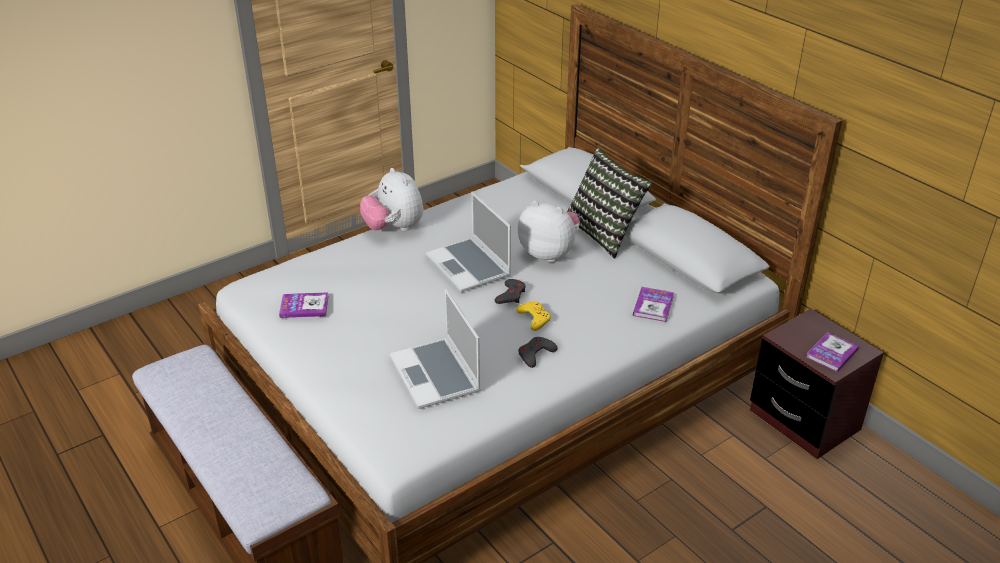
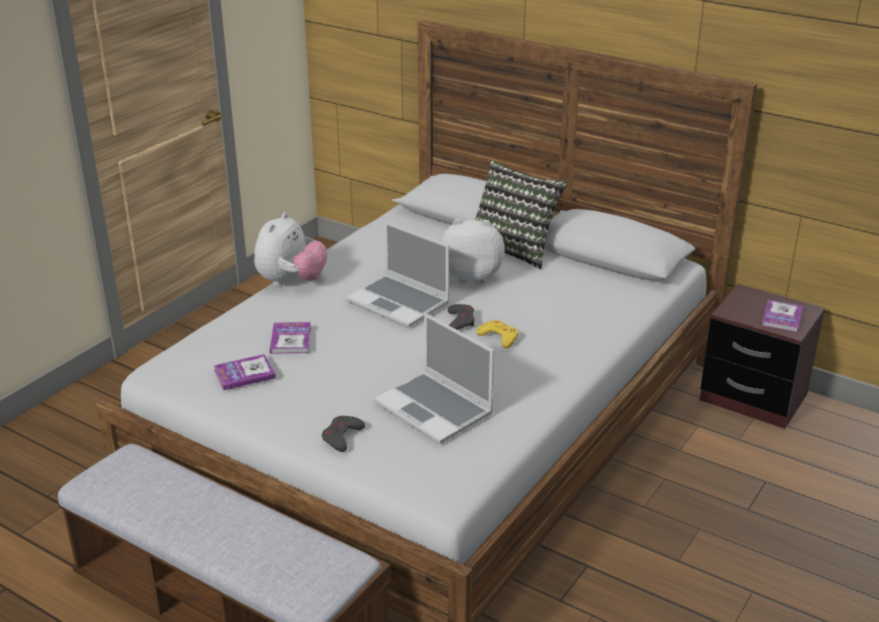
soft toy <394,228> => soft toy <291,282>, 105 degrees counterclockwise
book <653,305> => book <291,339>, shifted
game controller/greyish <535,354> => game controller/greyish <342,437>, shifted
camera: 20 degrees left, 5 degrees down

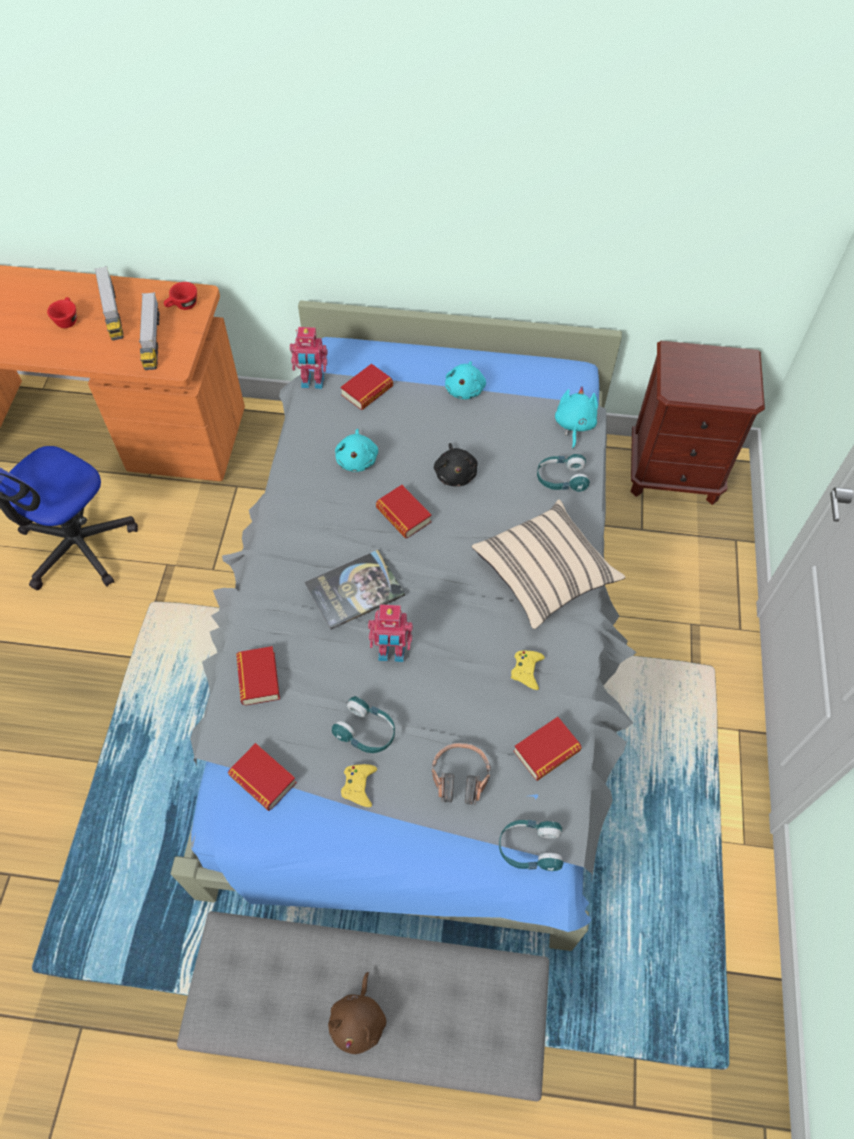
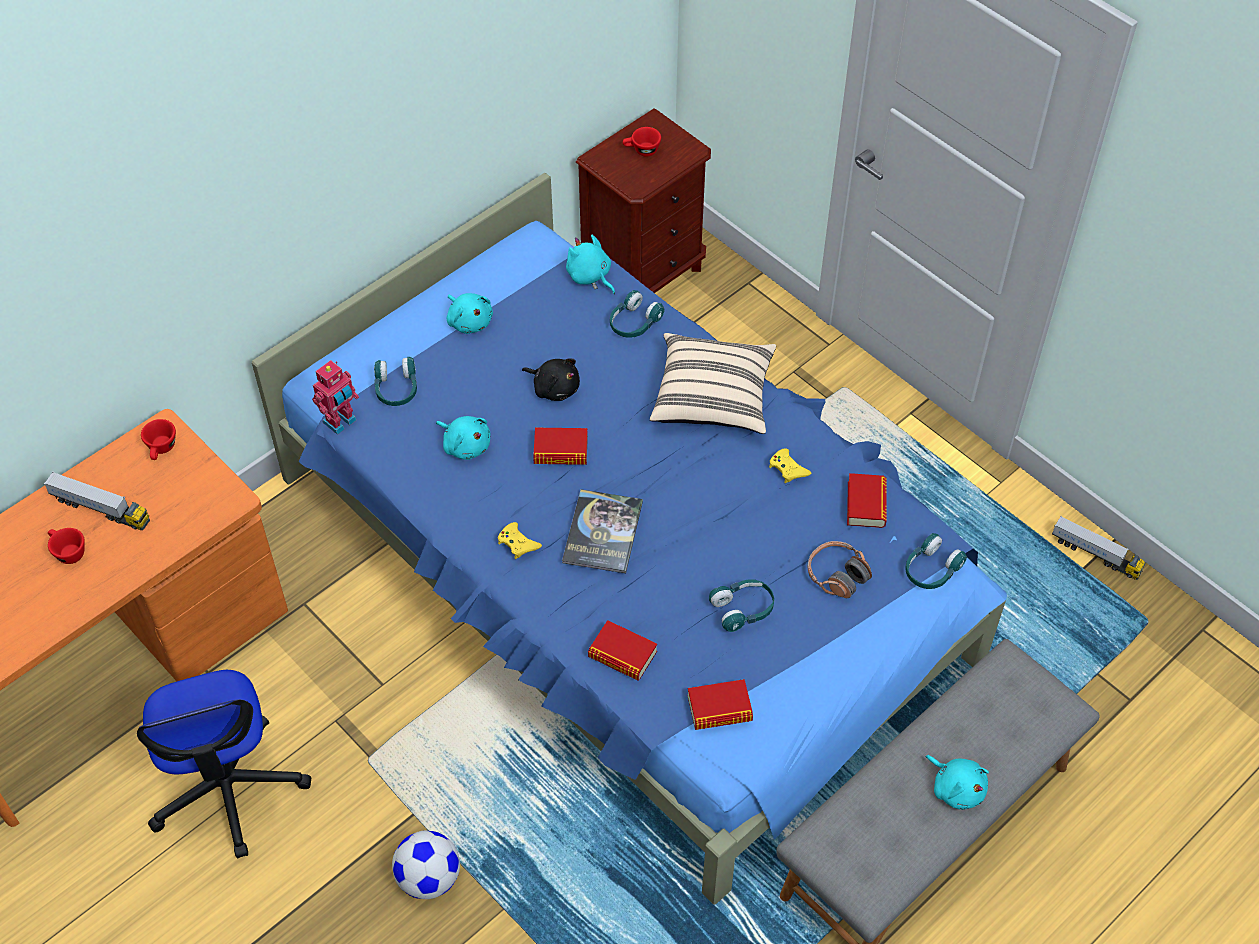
bedroom bed/greyish <423,641> => bedroom bed/blue <627,568>
book <367,391> => pair of headphones/blue-green <396,389>
nothing => football <429,878>
game controller/yellowish <359,786> => game controller/yellowish <518,543>, shifted
nothing => cup/reddish <641,151>
soft toy/brownish <359,1020> => soft toy/blue-green <956,788>
toy lorry <152,339> => toy lorry <1095,555>, shifted
robot figure <391,653> => nothing
camera: 50 degrees left, 5 degrees down

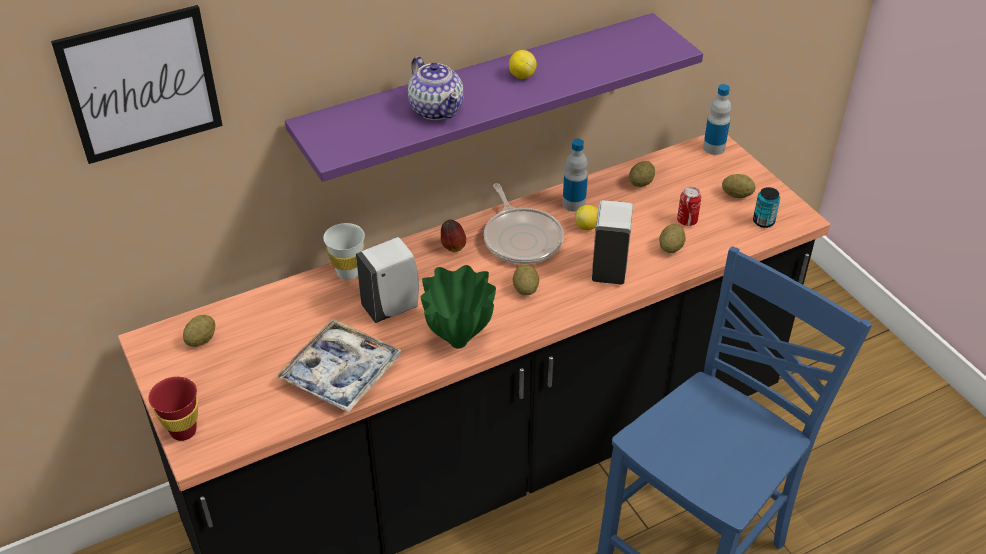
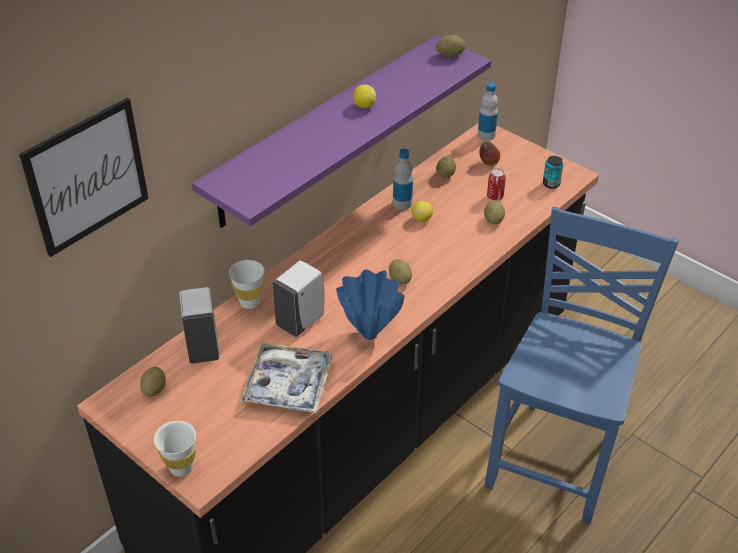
cup/reddish <183,431> => cup/white-coloured <181,468>
soap dispenser/white-coloured <609,268> => soap dispenser/white-coloured <203,347>, shifted
flower vase/green-coloured <459,341> => flower vase/blue <370,333>
whole potato <736,195> => whole potato <450,55>, shifted
whole apple <453,248> => whole apple <488,163>, shifted
pot for tea <436,109> => nothing
frying pan <522,238> => nothing
camera: 20 degrees left, 0 degrees up

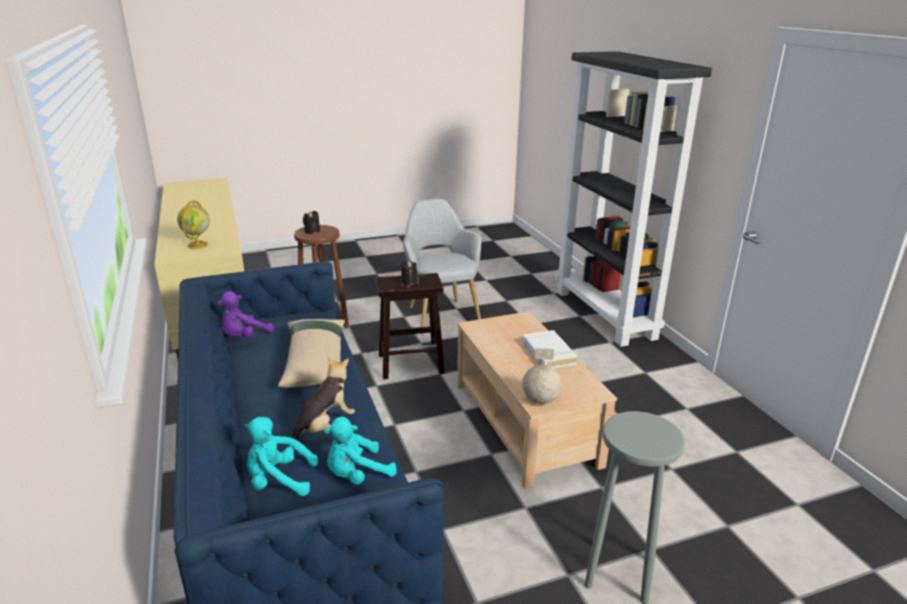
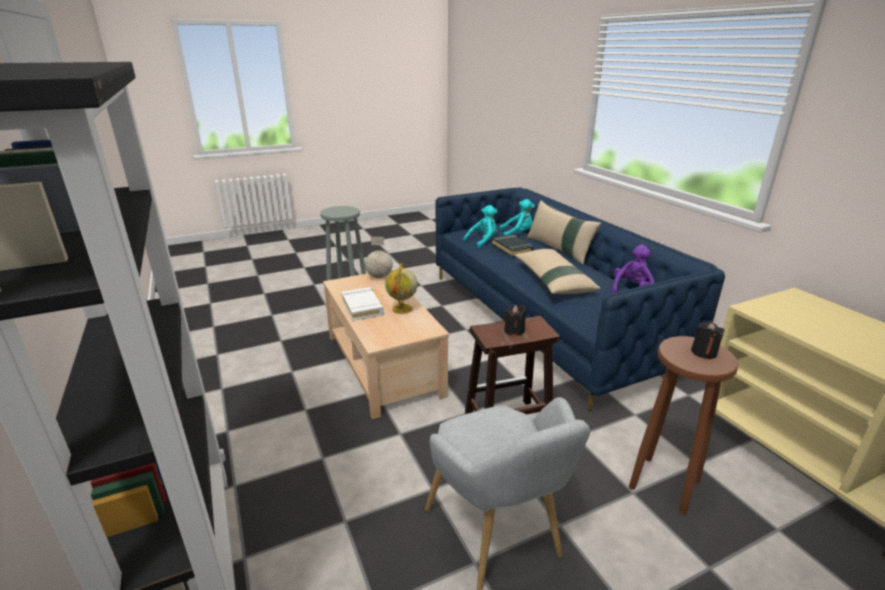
world globe <197,245> => world globe <402,309>, shifted
soft toy <324,427> => book/black-coloured <512,248>
nothing => pillow/sand-coloured <559,249>
camera: 175 degrees right, 0 degrees up

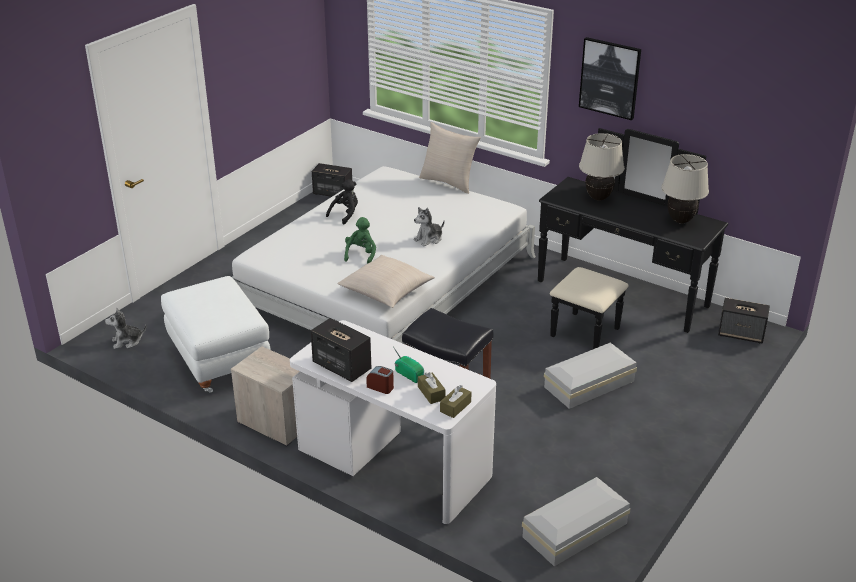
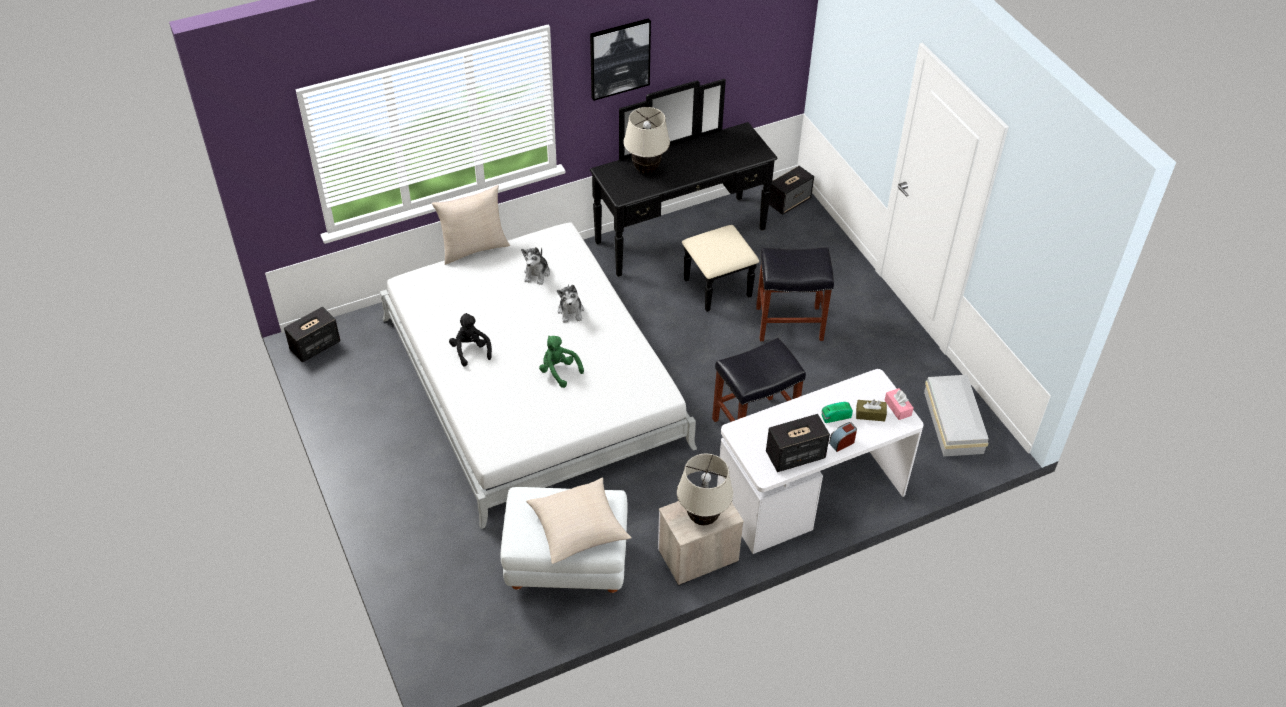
soft toy <127,341> => soft toy <537,274>, shifted
pillow/sand-coloured <386,291> => pillow/sand-coloured <578,528>, shifted
lamp for a table/sand-coloured <680,220> => lamp for a table/sand-coloured <702,518>, shifted
storage box/white-coloured <587,384> => stool seat/black-coloured <788,324>
tissue box/brownish <455,407> => tissue box/pink <897,408>
camera: 60 degrees left, 15 degrees up

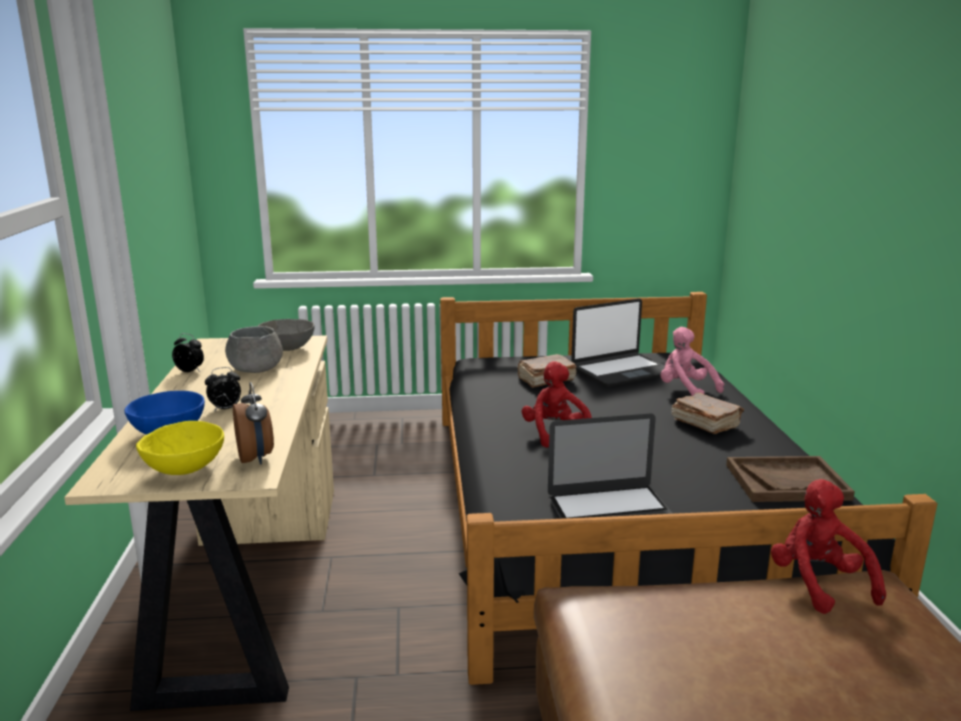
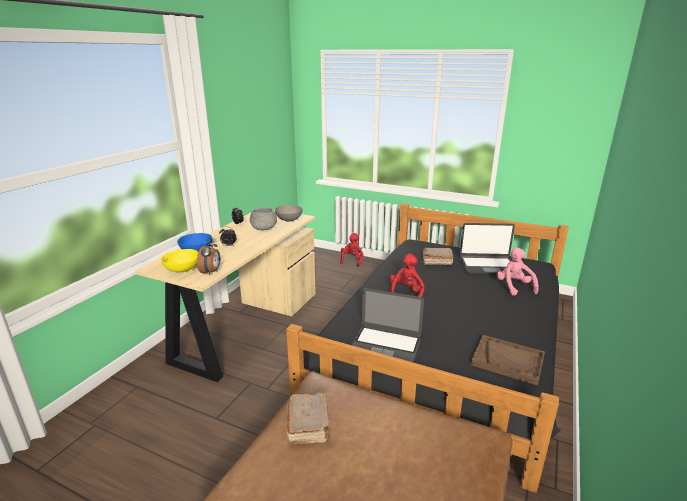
book/brownish <705,423> => book/brownish <309,425>, shifted
soft toy/reddish <818,583> => soft toy/reddish <352,260>, shifted
camera: 30 degrees right, 5 degrees up

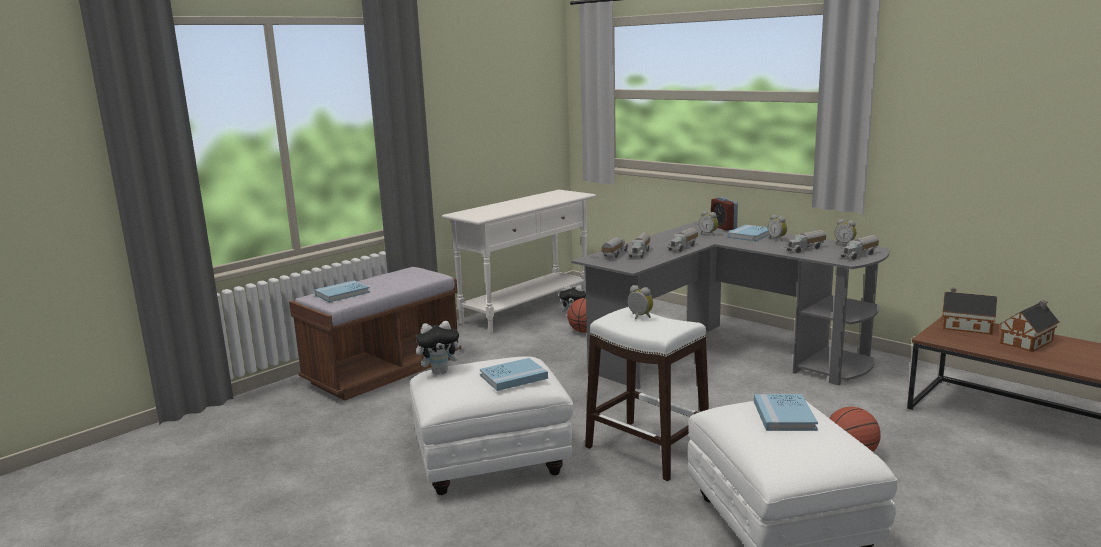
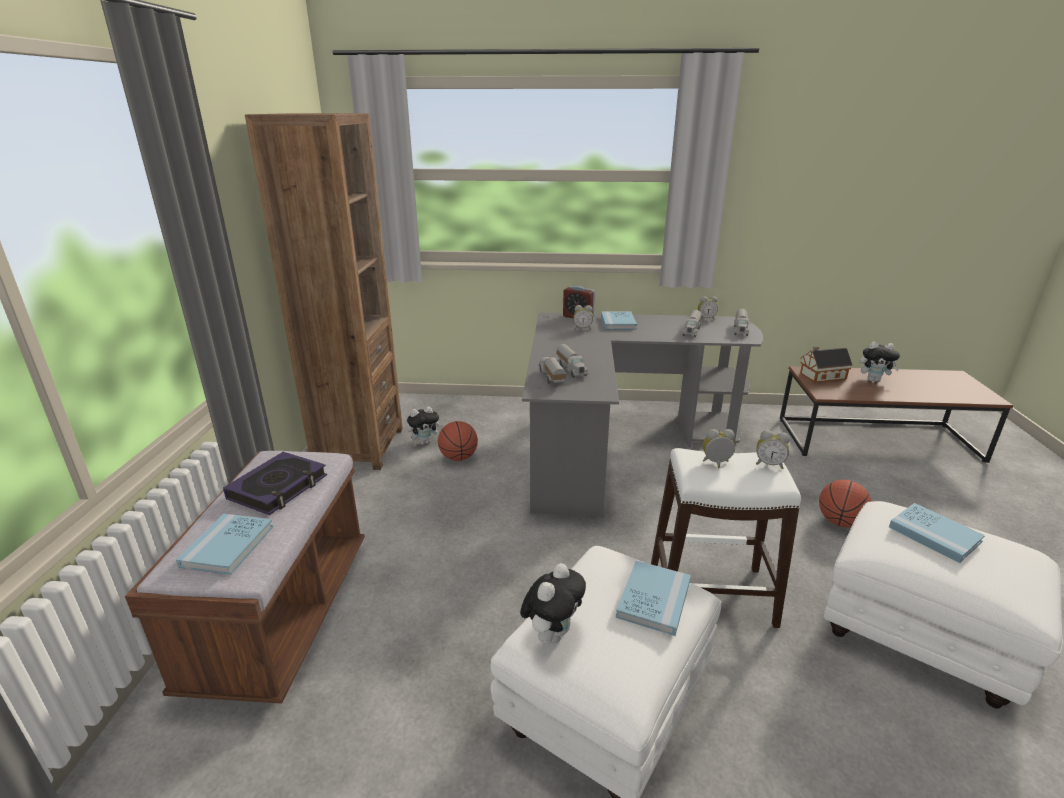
nothing => book <278,488>
narrow table/white-coloured <527,310> => bookcase/brownish <359,447>
table clock <777,239> => table clock <769,464>, shifted
model house <1028,341> => soft toy <873,380>
toy lorry <683,247> => nothing
camera: 40 degrees left, 10 degrees up

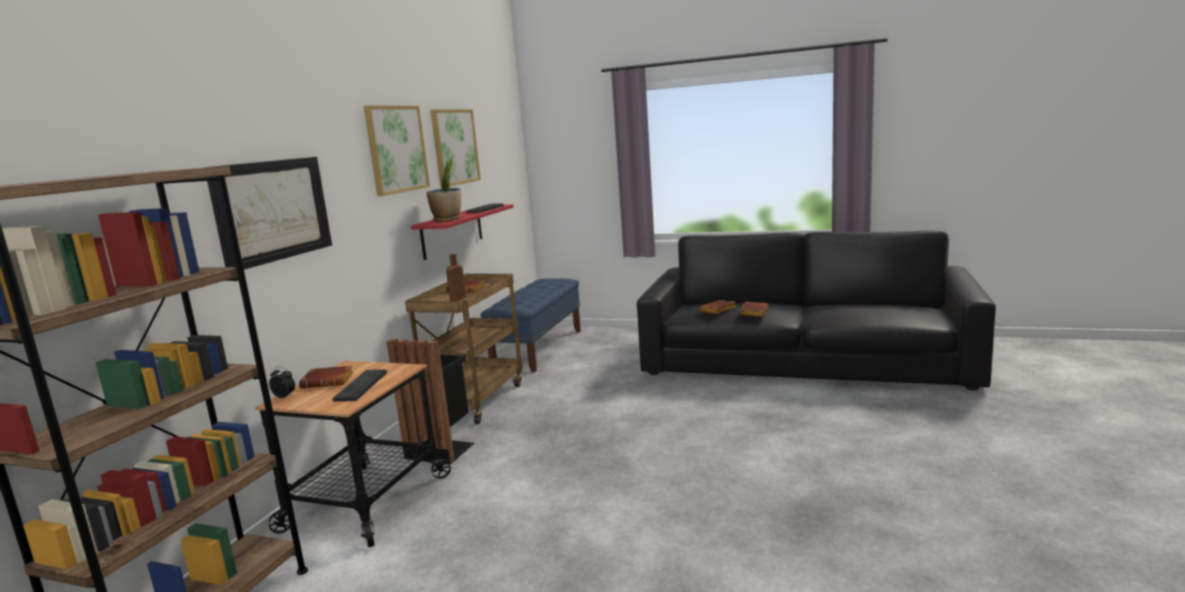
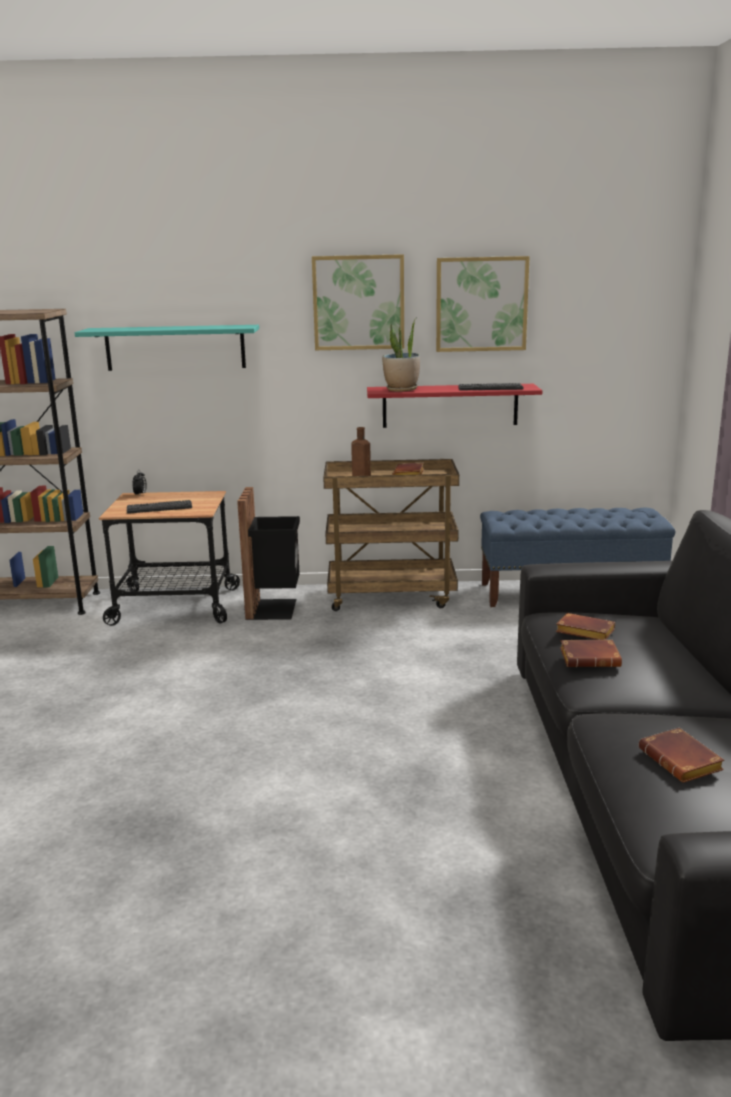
picture <272,210> => bracket shelf/blue-green <175,347>
book/brownish <329,381> => book/brownish <683,762>, shifted
camera: 70 degrees right, 5 degrees up

